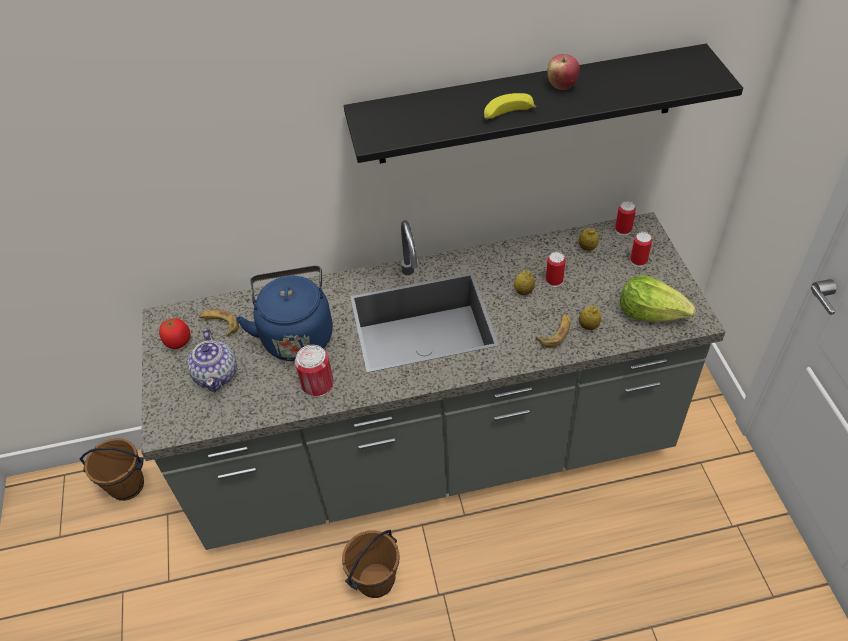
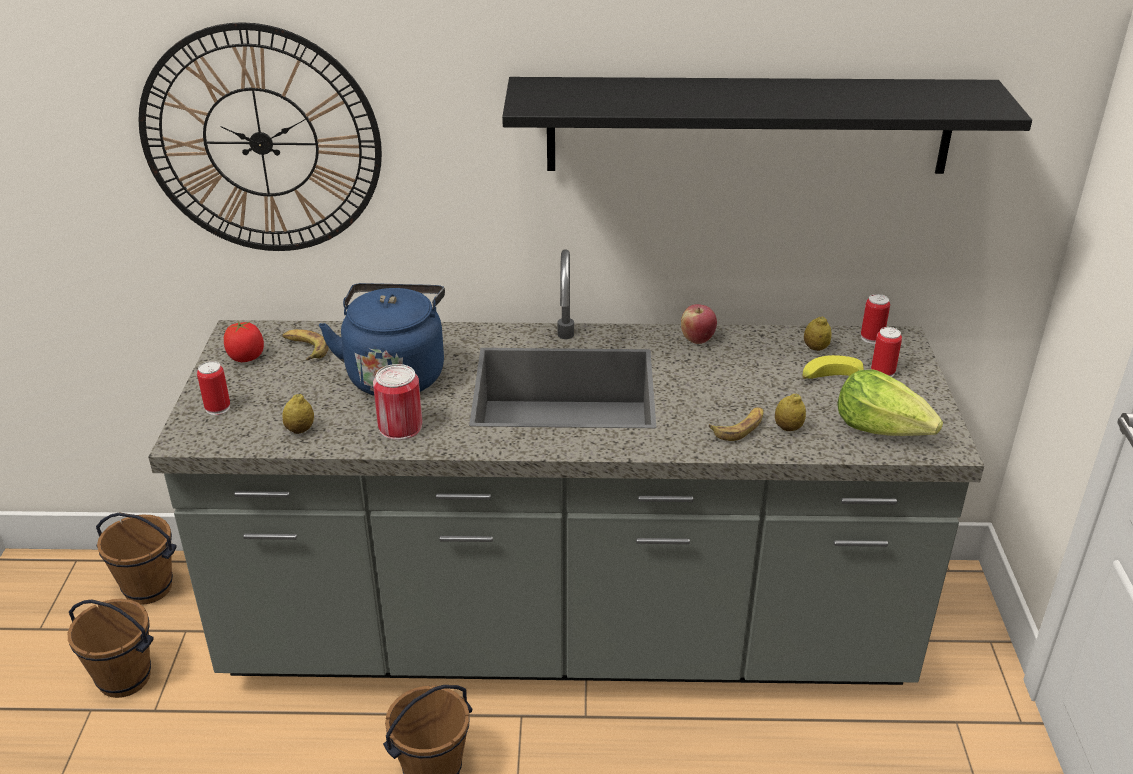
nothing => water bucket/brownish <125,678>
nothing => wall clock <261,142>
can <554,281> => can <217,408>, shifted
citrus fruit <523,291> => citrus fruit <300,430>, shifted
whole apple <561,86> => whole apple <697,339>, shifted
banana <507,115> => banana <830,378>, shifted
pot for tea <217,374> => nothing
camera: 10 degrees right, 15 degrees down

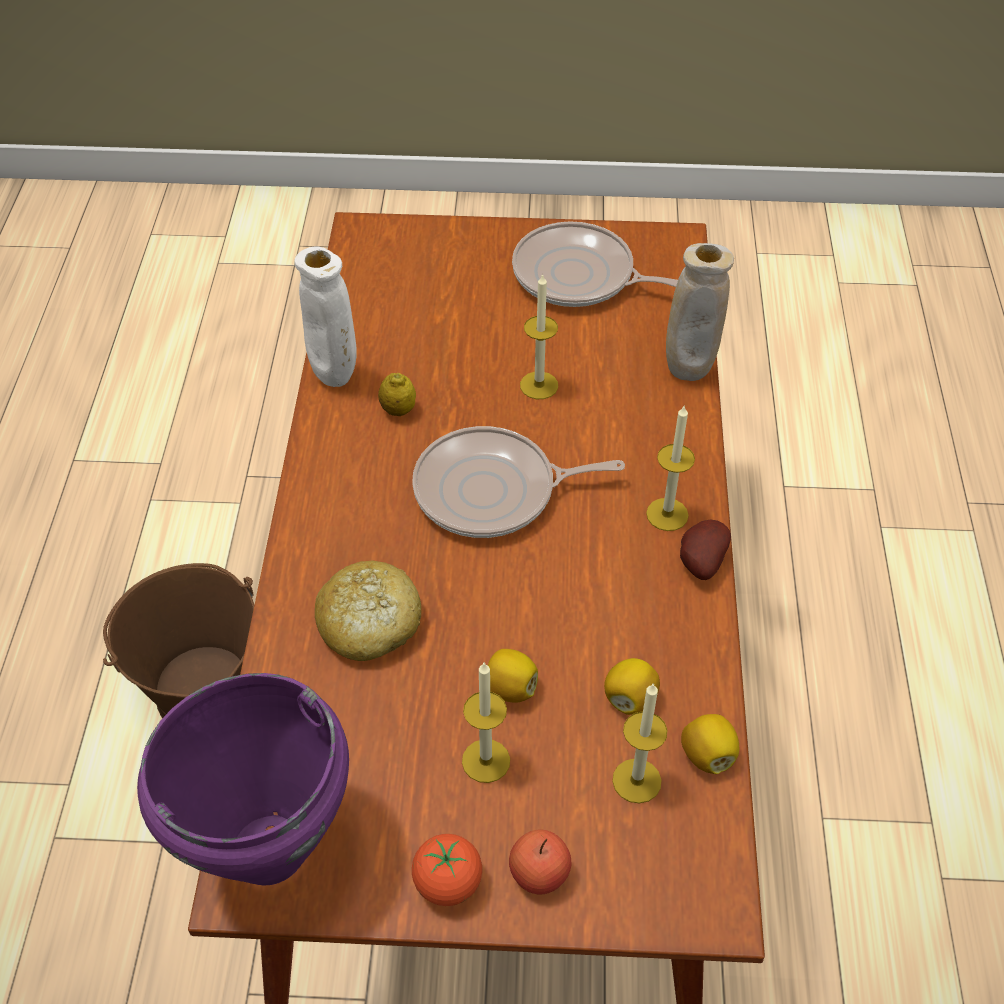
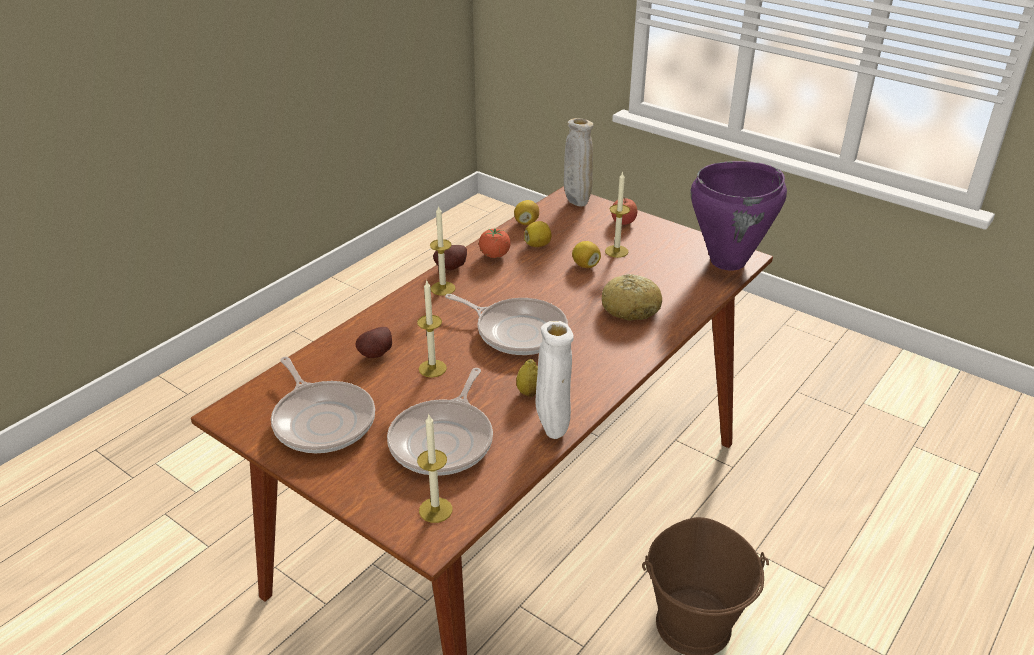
nothing => whole potato <377,354>
nothing => frying pan <444,440>
wax candle <636,780> => wax candle <435,510>, shifted
whole tomato <448,883> => whole tomato <494,255>, shifted
flower vase/sand-coloured <688,372> => flower vase/sand-coloured <576,203>, shifted
camera: 145 degrees left, 15 degrees down

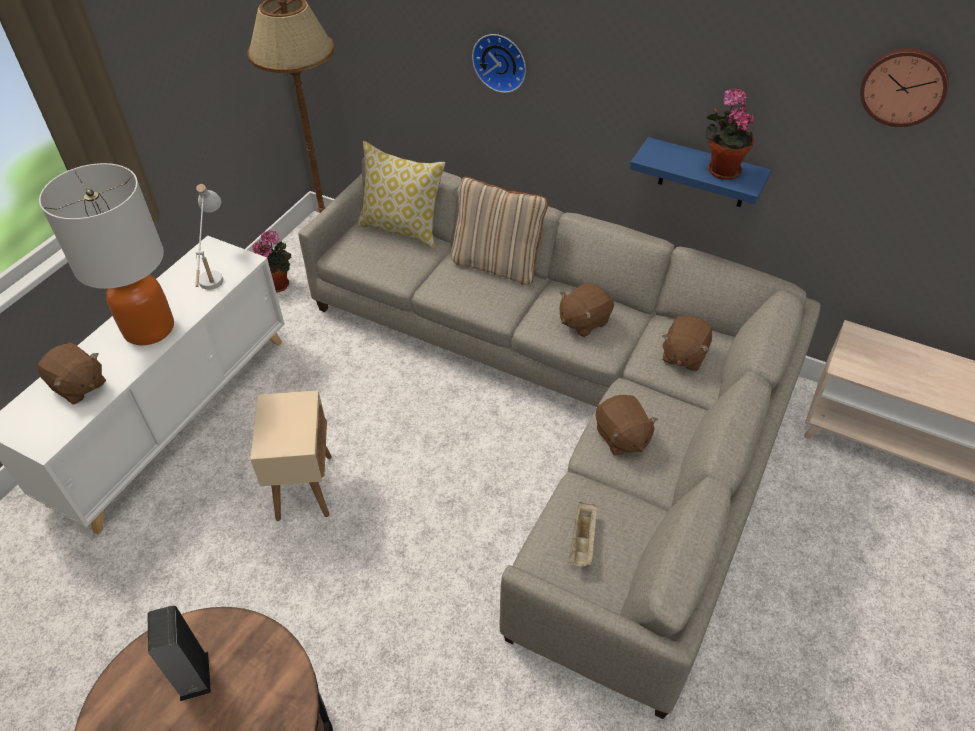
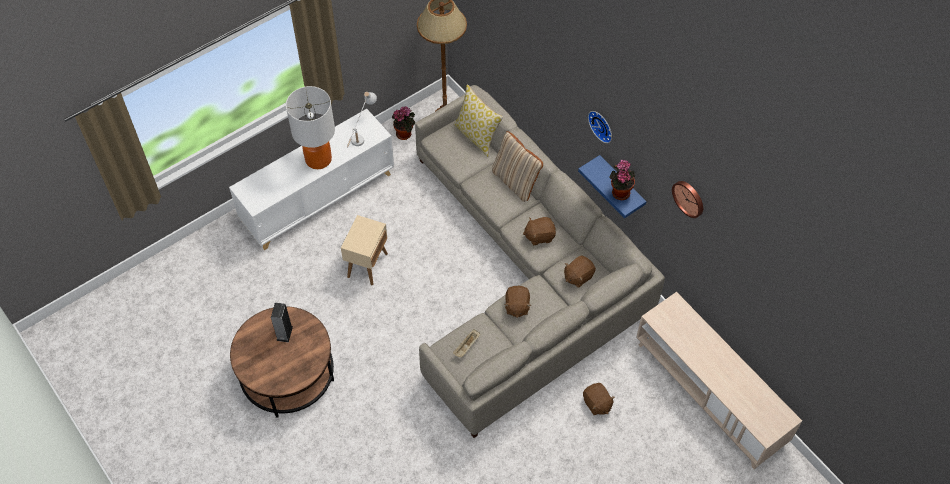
soft toy/brownish <79,386> => soft toy/brownish <596,404>, shifted
wall clock <501,61> => wall clock <602,125>, shifted
camera: 25 degrees right, 10 degrees up

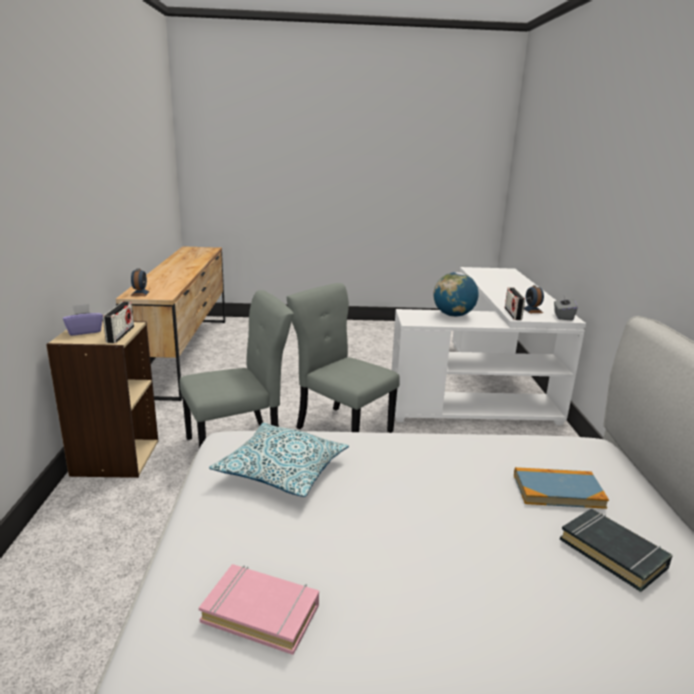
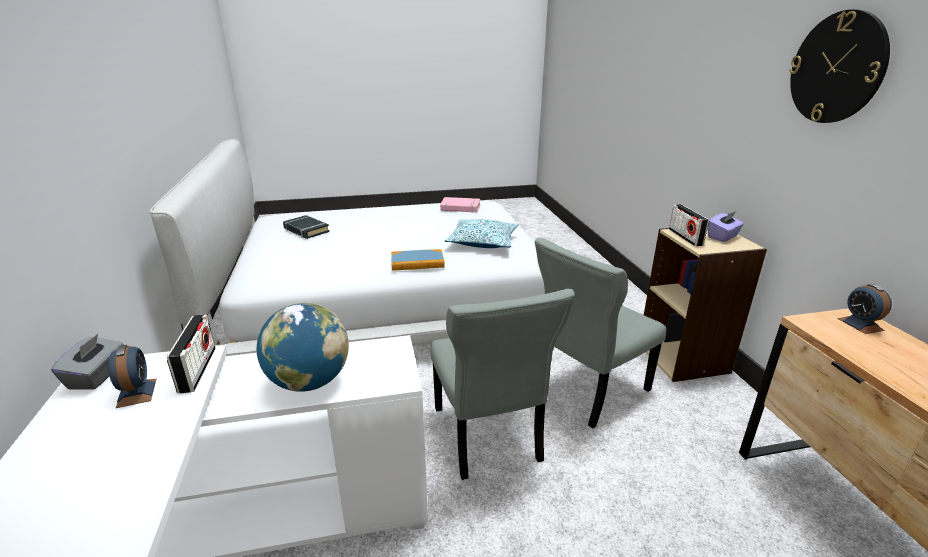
book <558,491> => book <417,262>, shifted
chair/greyish <341,428> => chair/greyish <487,437>, 45 degrees clockwise
nothing => wall clock <837,68>
camera: 170 degrees right, 5 degrees up

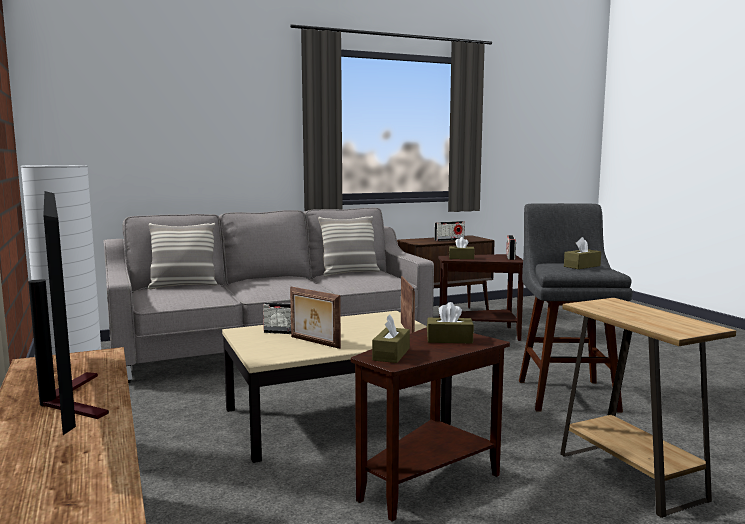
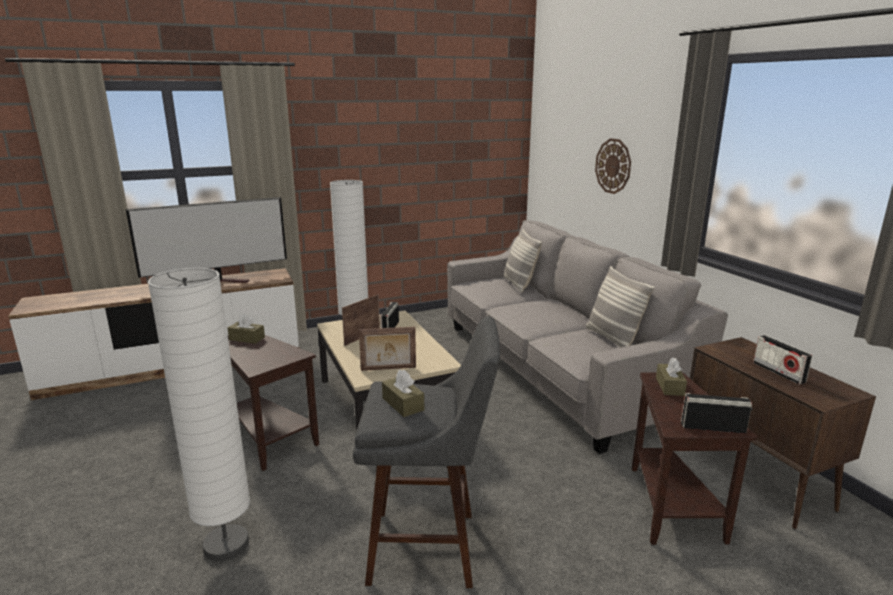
accent table/brownish <630,476> => standard lamp/white-coloured <226,545>
nothing => wall clock <613,166>
tissue box/brownish <449,339> => nothing
camera: 90 degrees right, 10 degrees up

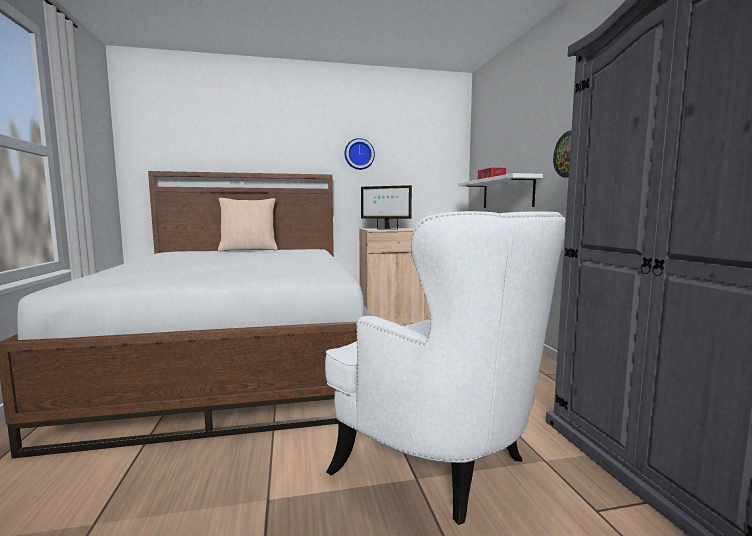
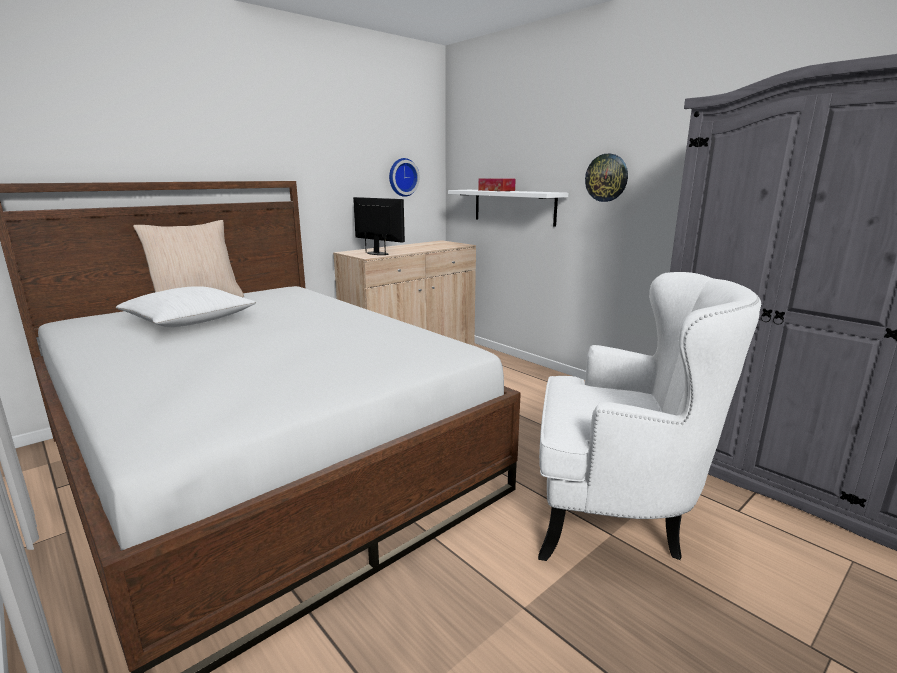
nothing => pillow/white-coloured <189,321>
computer display <386,229> => computer display <378,253>, 135 degrees counterclockwise
wall clock <359,154> => wall clock <402,177>, shifted
camera: 30 degrees left, 10 degrees up

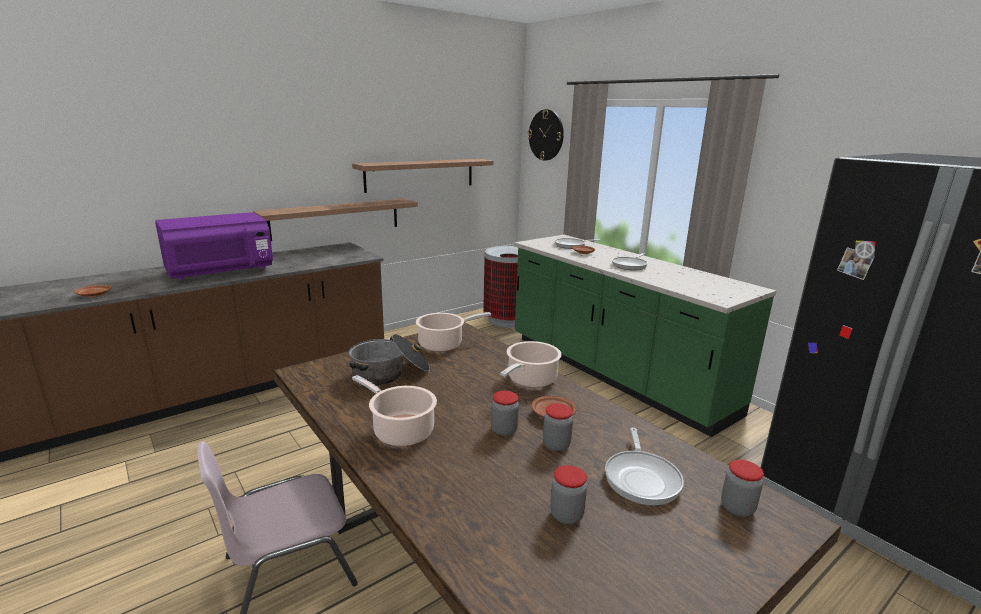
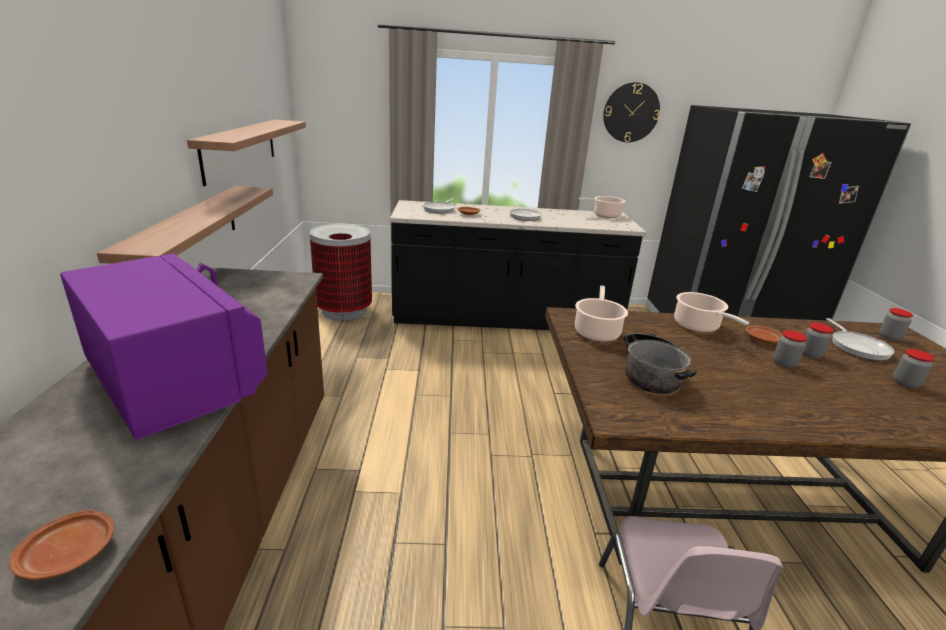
microwave oven/purple <220,272> => microwave oven/purple <176,380>, 45 degrees counterclockwise
kitchen counter/green-coloured <614,374> => kitchen counter/black-coloured <505,319>
stockpot <400,430> => stockpot <605,215>, shifted
wall clock <546,135> => wall clock <631,112>, shifted
frying pan <642,478> => frying pan <857,347>, 45 degrees clockwise
camera: 55 degrees left, 5 degrees up

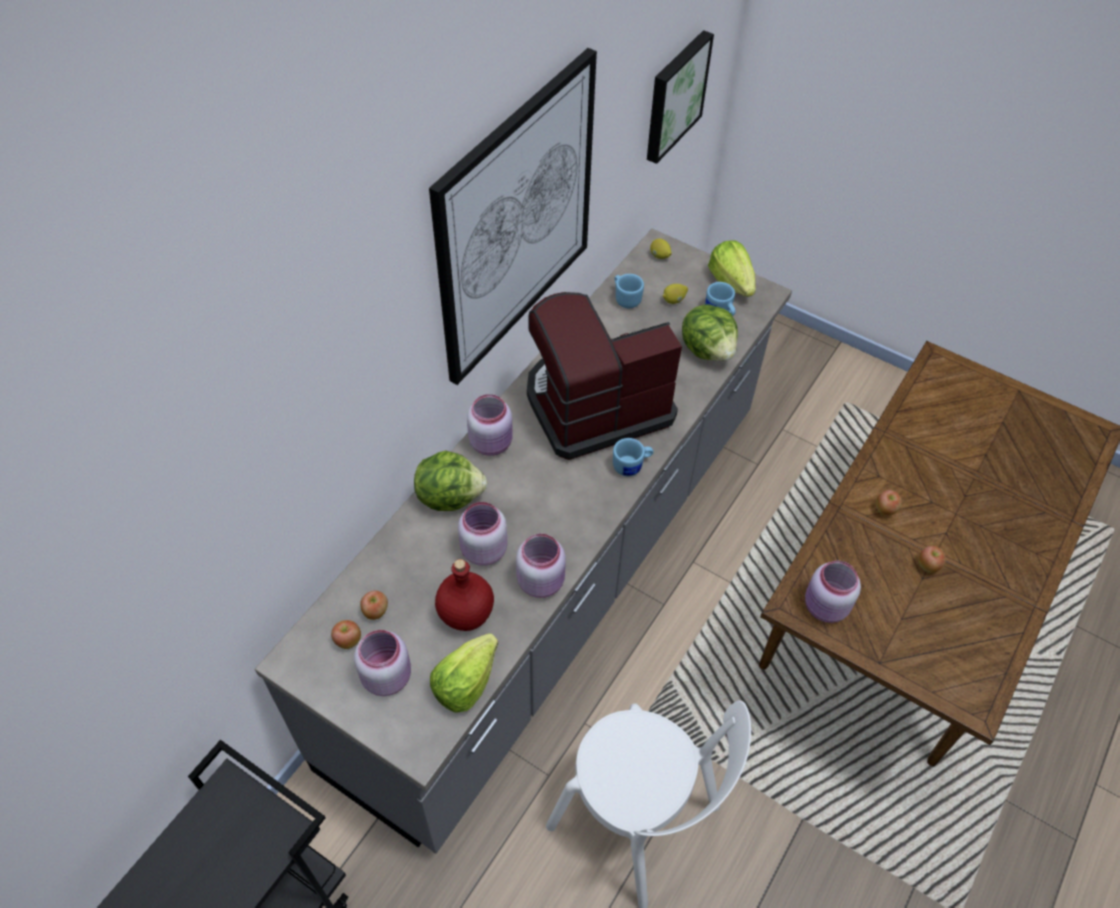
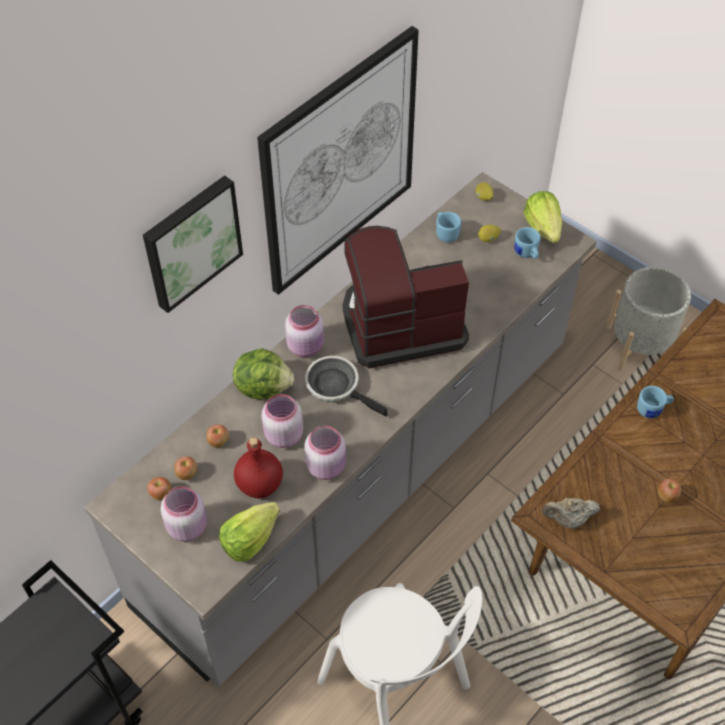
picture <674,95> => picture <191,241>, shifted
whole apple <885,510> => whole apple <218,442>, shifted
nothing => frying pan <336,386>
jar/pink <825,607> => pot for tea/sand-coloured <567,520>
nothing => plant pot/greyish <640,345>
tea mug/blue <632,466> => tea mug/blue <653,410>, shifted
lettuce <708,349> => nothing
camera: 10 degrees right, 0 degrees up

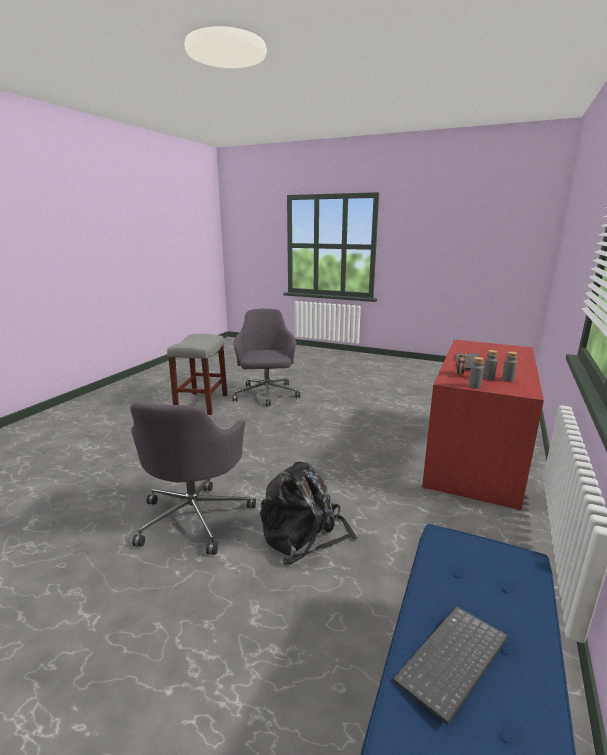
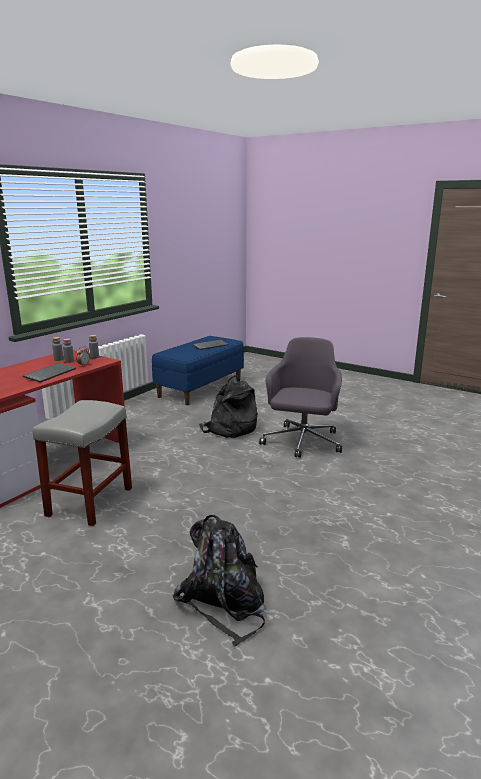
stool seat/greyish <201,403> => stool seat/greyish <90,502>, shifted
office chair/greyish <266,395> => rucksack/black-coloured <224,602>
camera: 170 degrees left, 0 degrees up

